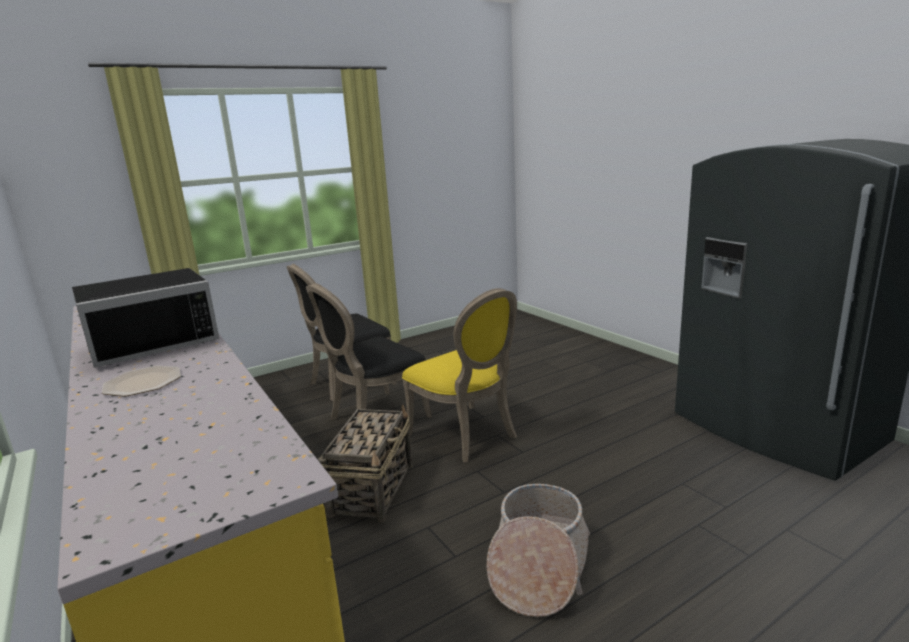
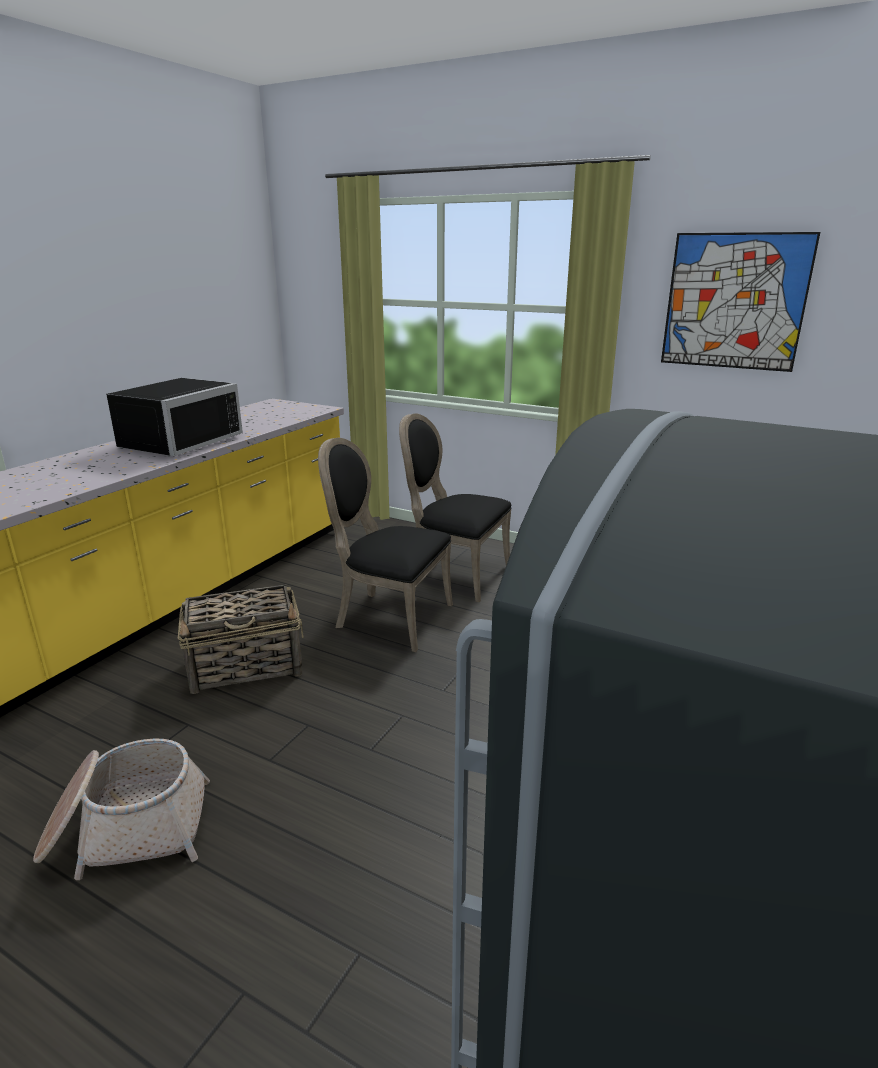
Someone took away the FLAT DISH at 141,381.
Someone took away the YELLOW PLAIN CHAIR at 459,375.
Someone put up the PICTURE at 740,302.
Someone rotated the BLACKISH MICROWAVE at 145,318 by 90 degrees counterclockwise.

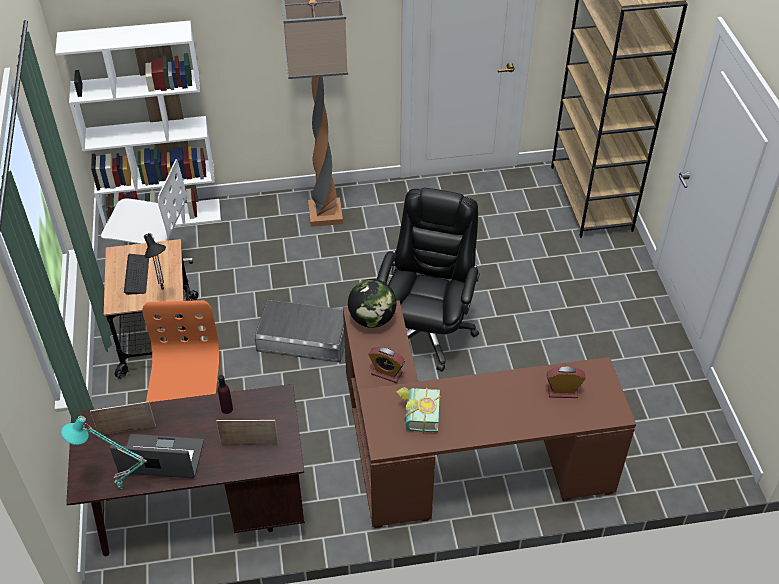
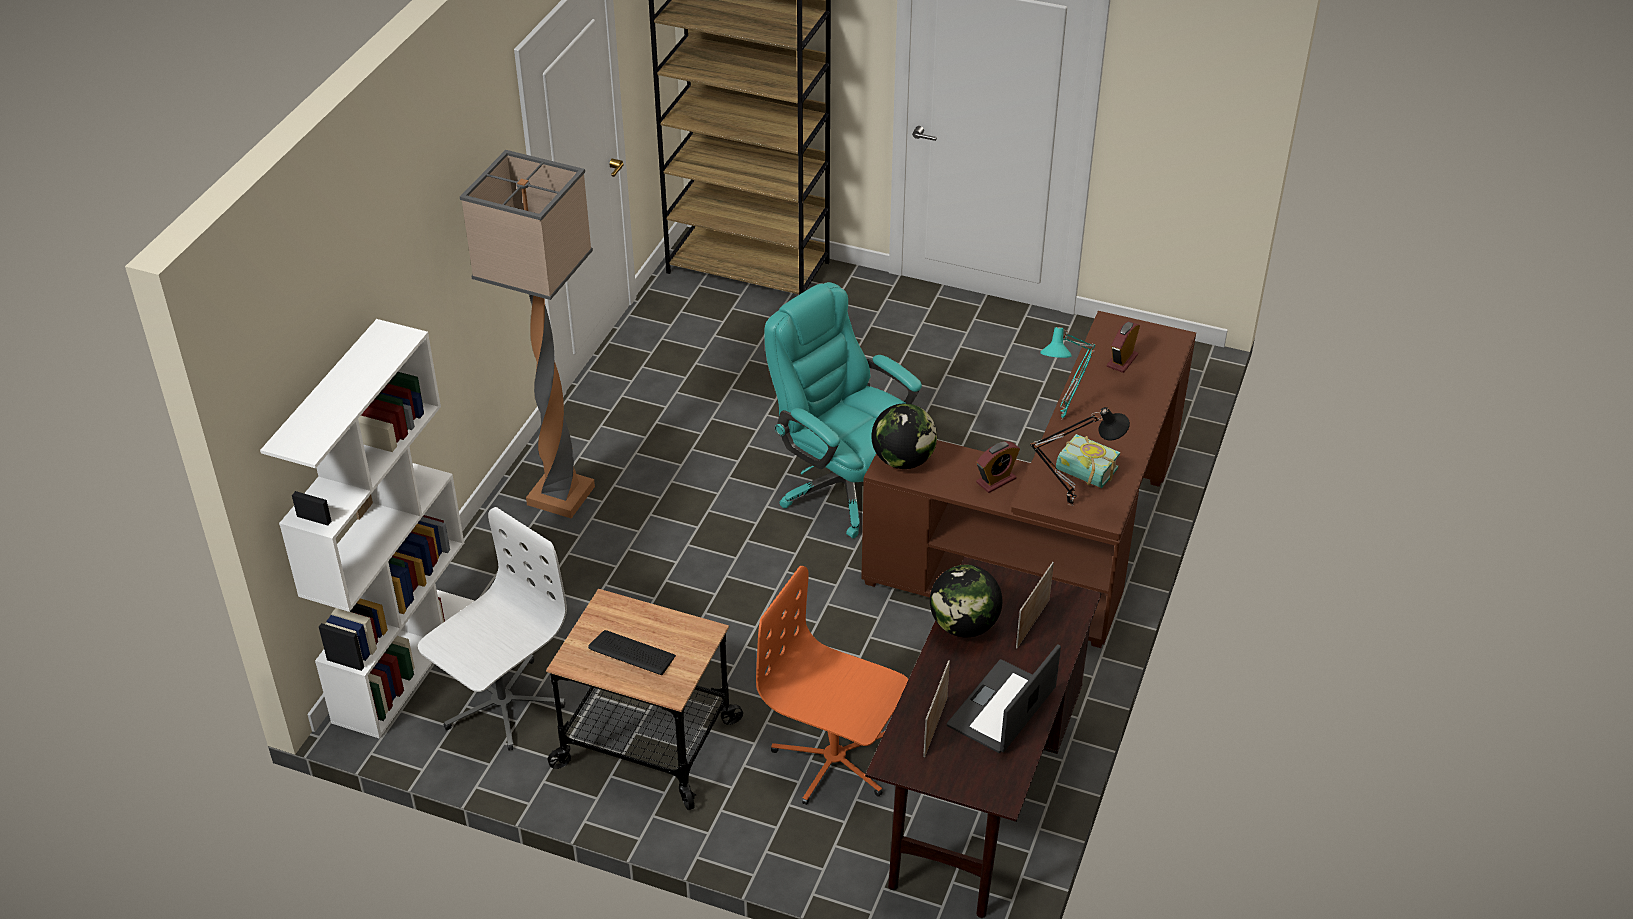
Someone took away the GREY STORAGE CONTAINER at 300,331.
Someone carried the BLUE-GREEN TABLE LAMP from 104,452 to 1068,373.
Someone carried the BLACKISH TABLE LAMP from 155,261 to 1080,456.
Someone swapped the PURPLE BEVERAGE BOTTLE at 225,394 for the GLOBE at 966,601.
Someone repainted the BLACKISH DESK CHAIR at 428,280, which became the BLUE-GREEN DESK CHAIR at 843,410.

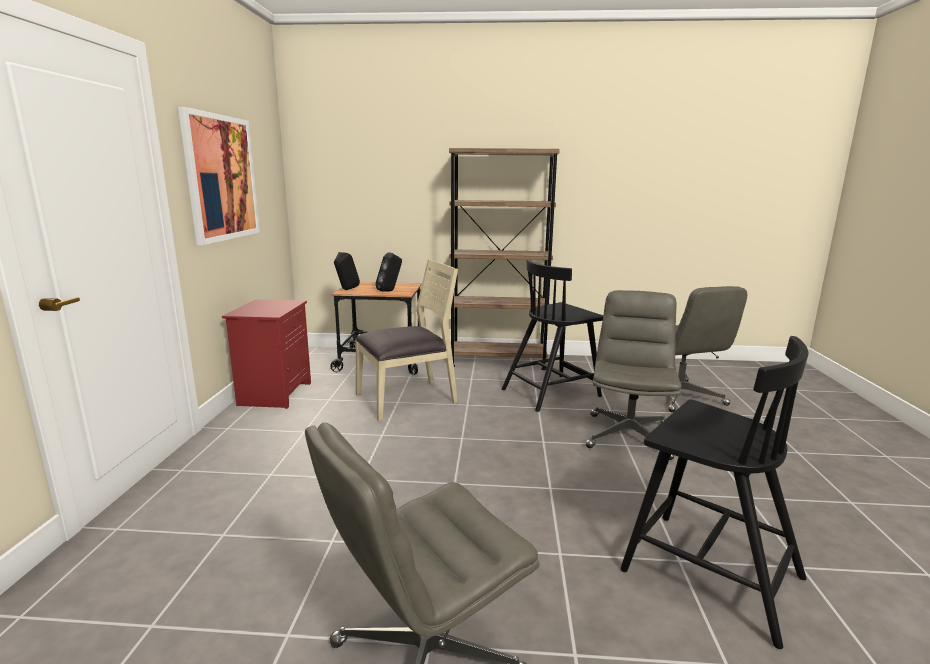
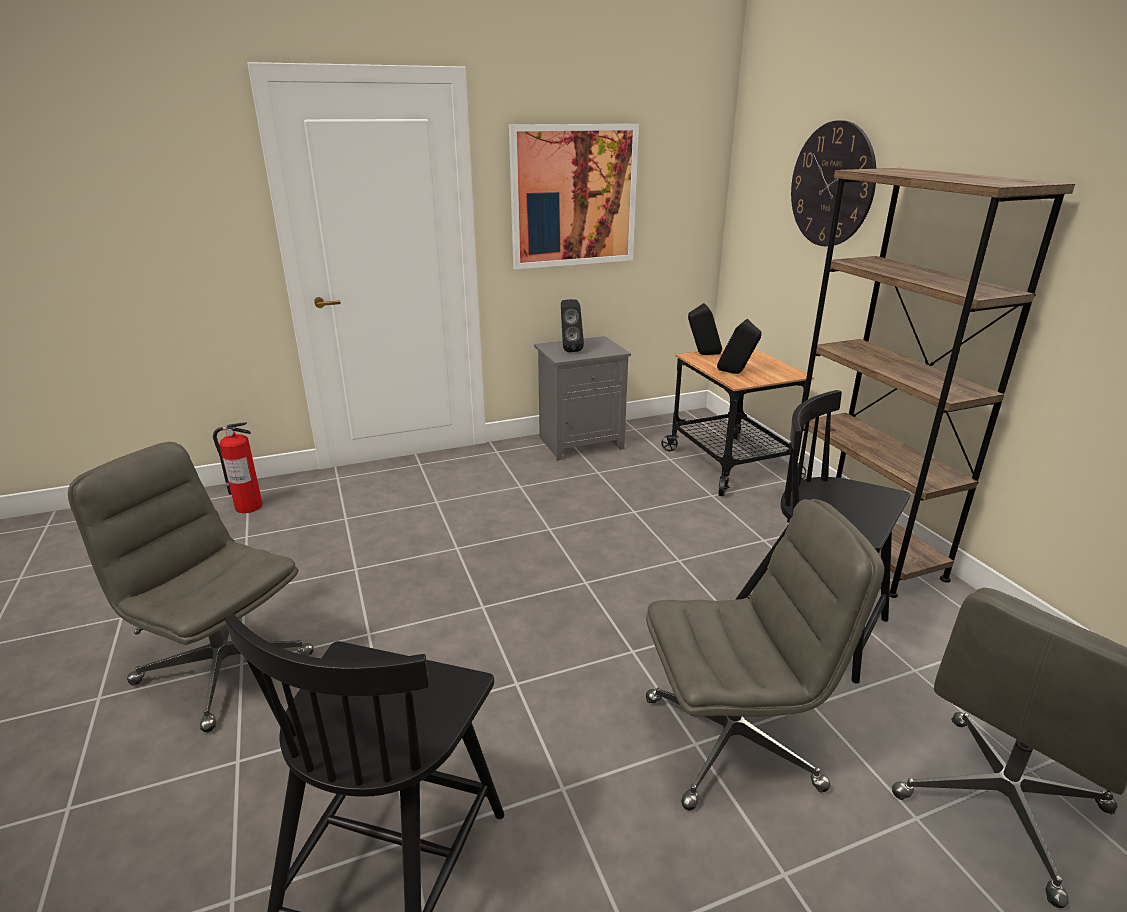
Someone took away the BEIGE PLAIN CHAIR at 406,340.
Someone put down the FIRE EXTINGUISHER at 238,467.
Someone put down the BLACKISH SPEAKER at 572,325.
Someone put up the WALL CLOCK at 833,183.
Someone repainted the RED BEDSIDE TABLE at 266,354, which became the GREY BEDSIDE TABLE at 582,398.

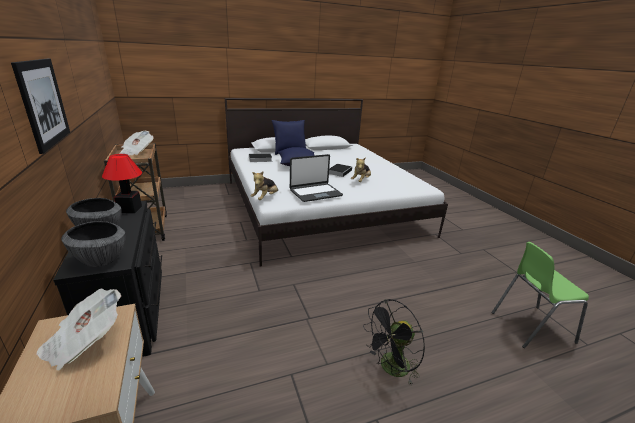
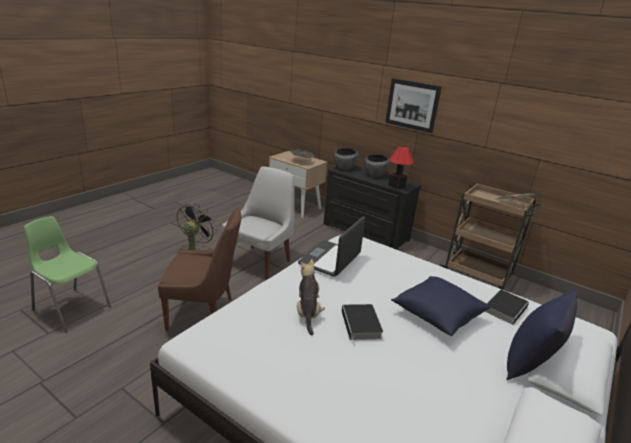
Someone took away the CUDDLY TOY at 264,185.
Someone put down the BROWNISH PLAIN CHAIR at 199,269.
Someone put down the WHITE-COLOURED PLAIN CHAIR at 258,223.
Someone rotated the GREEN-COLOURED PLAIN CHAIR at 540,295 by 105 degrees counterclockwise.

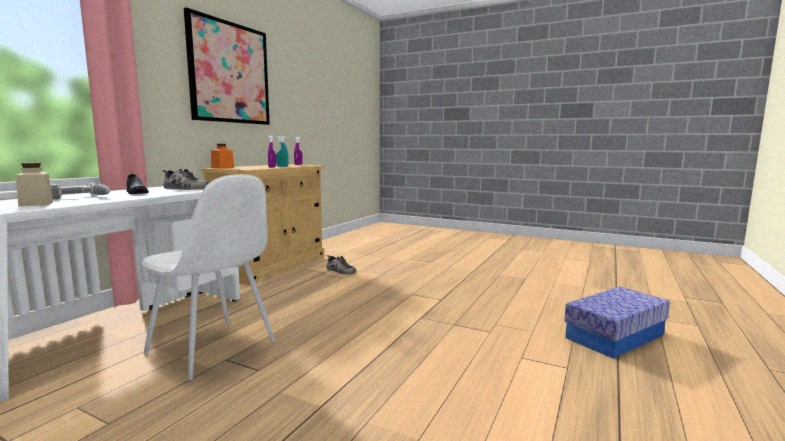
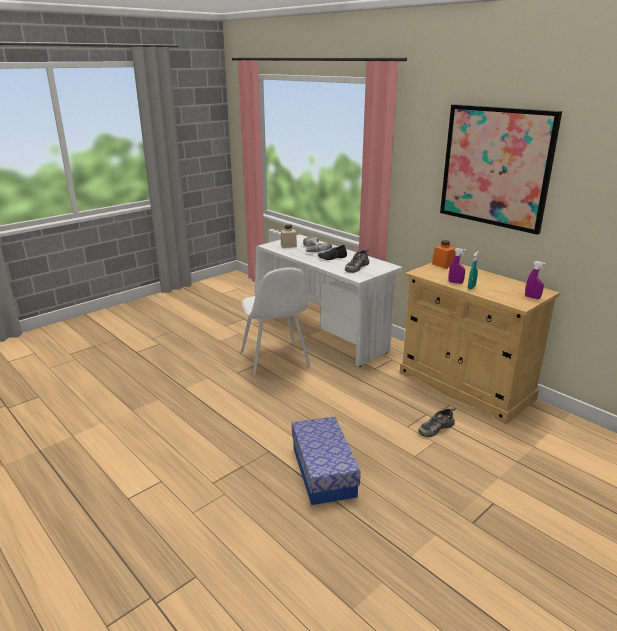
Someone carried the STORAGE CONTAINER from 617,323 to 326,460.
Someone rotated the WHITE-COLOURED PLAIN CHAIR at 208,277 by 75 degrees counterclockwise.

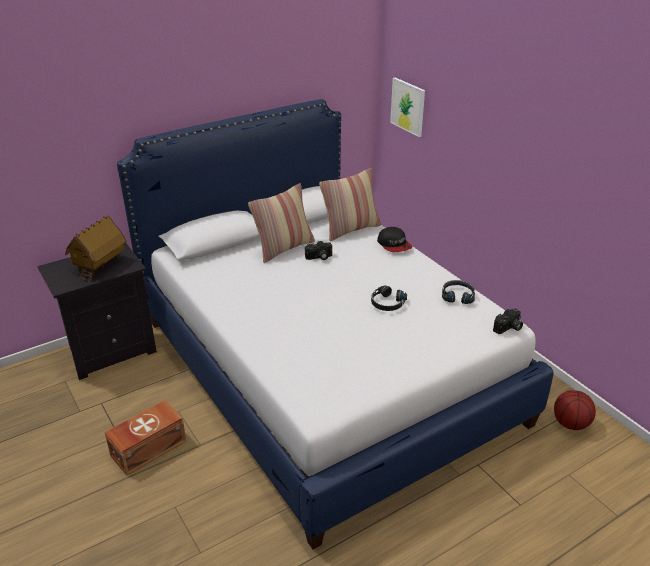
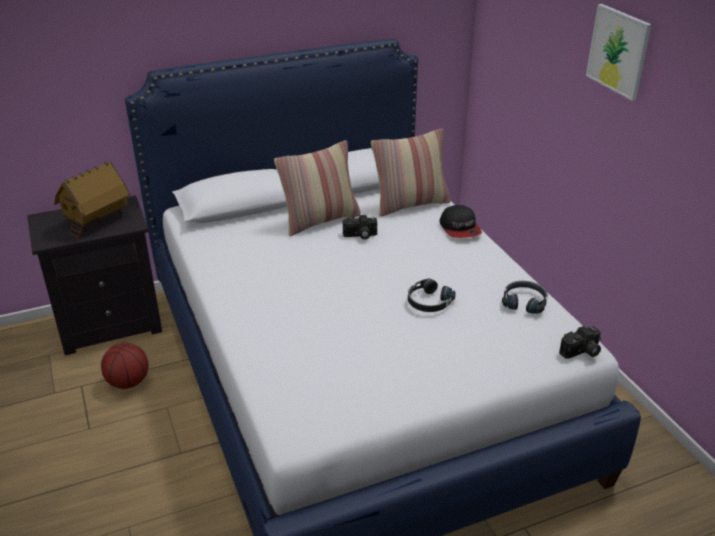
Someone took away the BROWNISH STORAGE CONTAINER at 145,438.
Someone carried the PICTURE from 407,107 to 619,52.
Someone carried the BASKETBALL from 575,410 to 125,366.

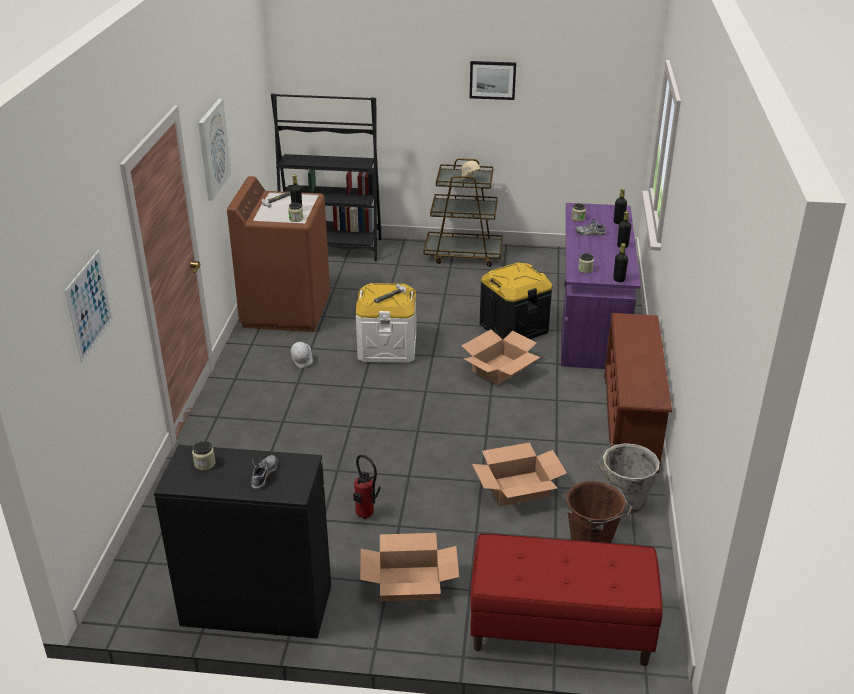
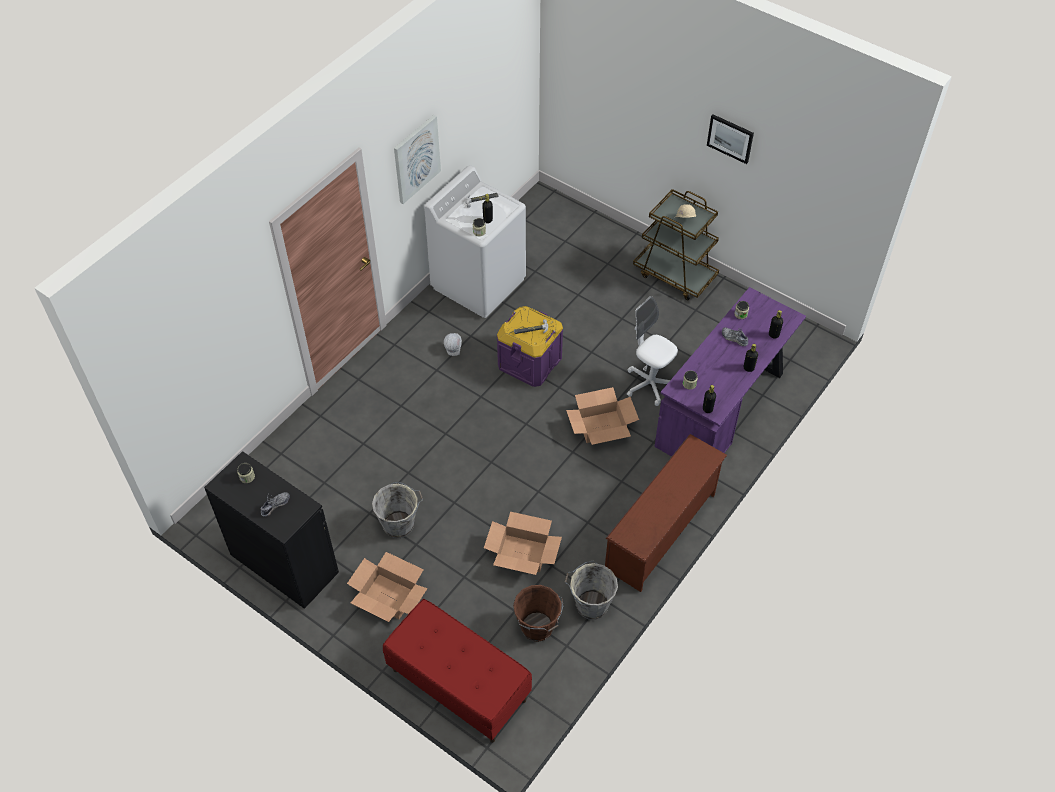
Someone took away the PICTURE at 89,306.
Someone took away the BLACKISH BOOKCASE at 326,177.
Someone swapped the FIRE EXTINGUISHER at 366,487 for the GREY BUCKET at 397,510.
Someone swapped the BLACKISH STORAGE CONTAINER at 516,300 for the WHITE-COLOURED DESK CHAIR at 652,351.
Someone repainted the BROWNISH LAUNDRY APPLIANCE at 278,254, which became the WHITE-COLOURED LAUNDRY APPLIANCE at 475,241.
Someone repainted the WHITE-COLOURED STORAGE CONTAINER at 386,323, which became the PURPLE STORAGE CONTAINER at 530,346.

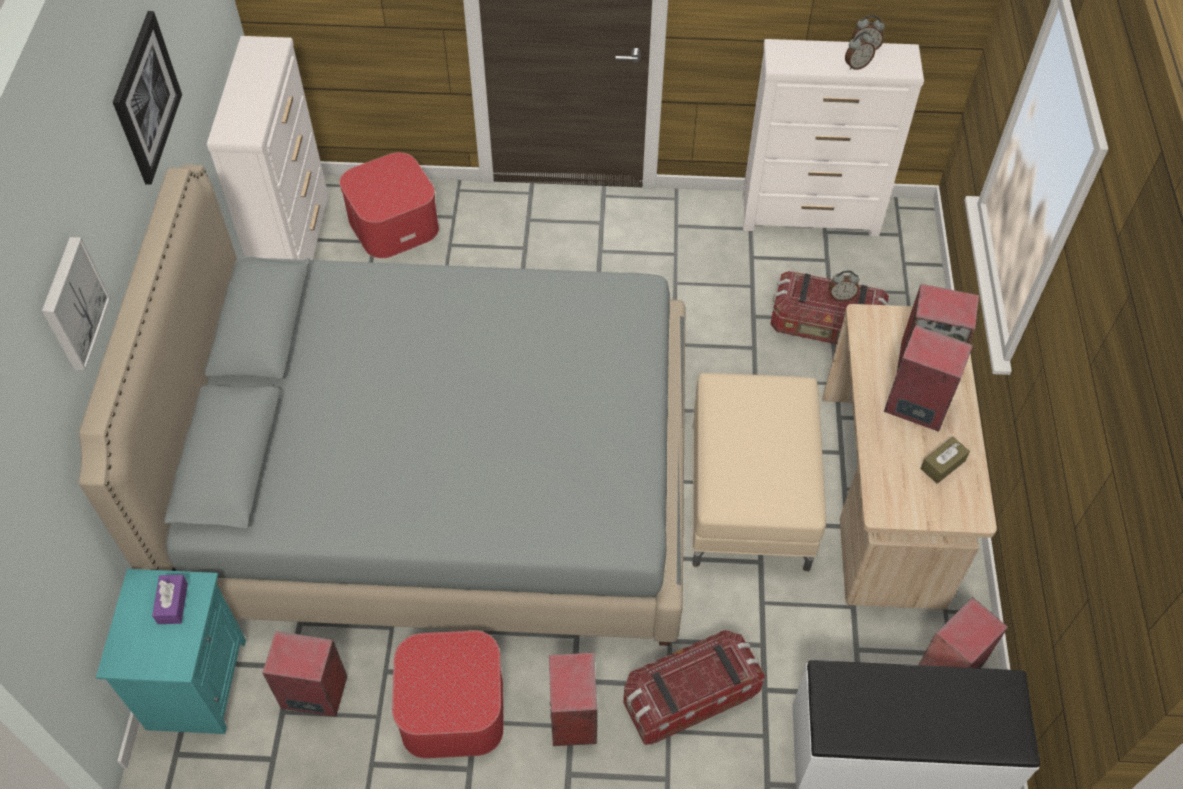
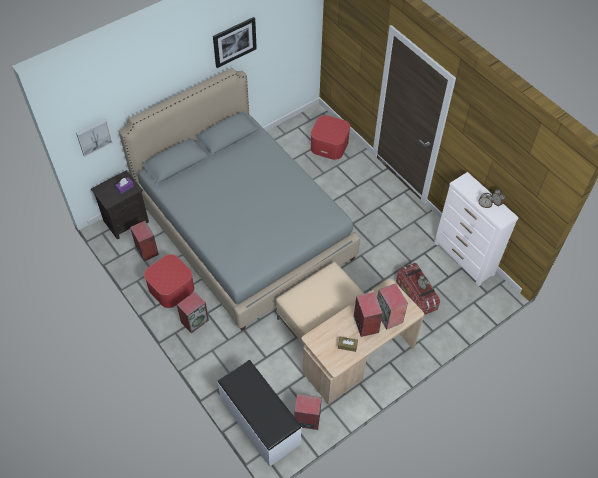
Someone took away the WHITE-COLOURED DRAWER CHEST at 268,148.
Someone took away the STORAGE CONTAINER at 694,687.
Someone carried the PICTURE from 75,303 to 94,138.
Someone repainted the BLUE-GREEN BEDSIDE TABLE at 171,651, which became the BLACKISH BEDSIDE TABLE at 120,205.

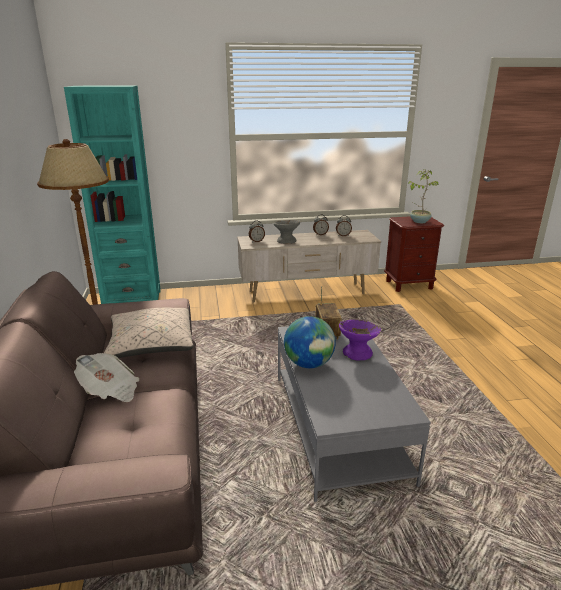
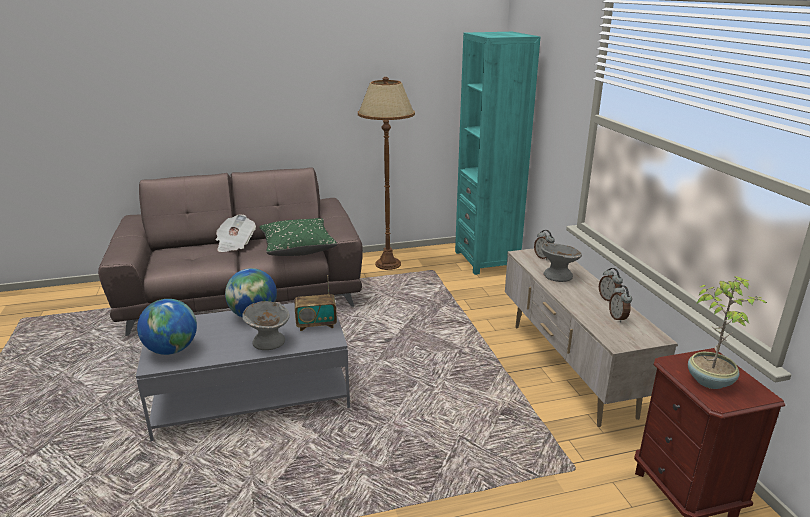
Someone put down the GLOBE at 167,327.
Someone repainted the BEIGE PILLOW at 149,333, which became the GREEN-COLOURED PILLOW at 298,237.
Someone repainted the PURPLE BOWL at 360,340, which became the GREY BOWL at 266,325.

